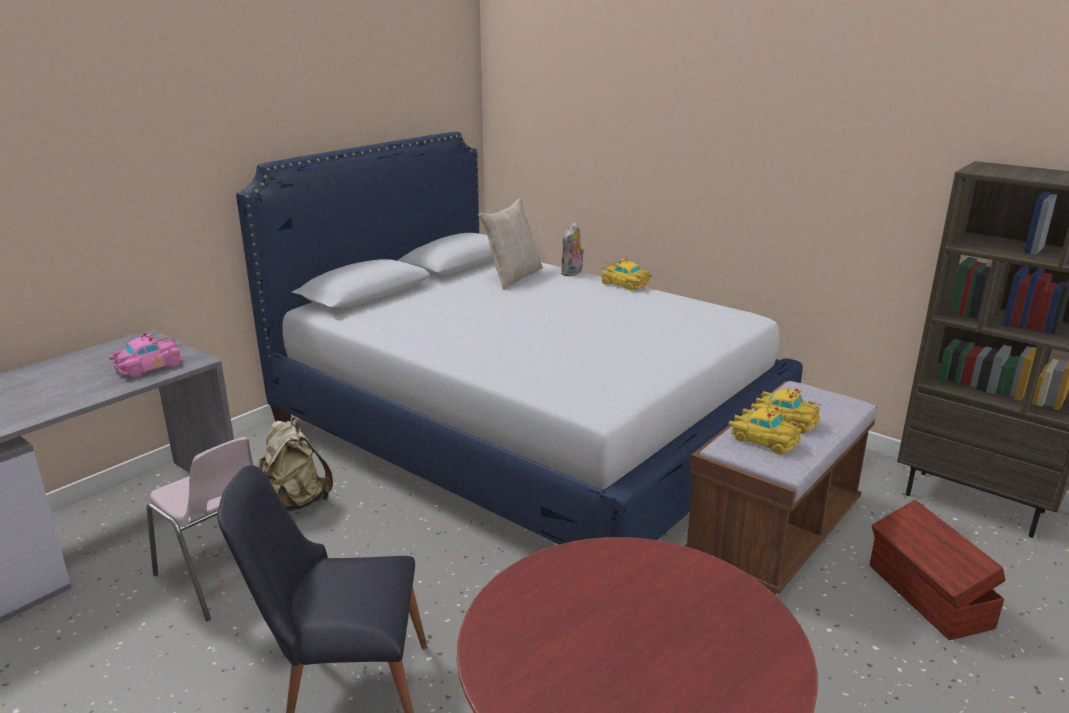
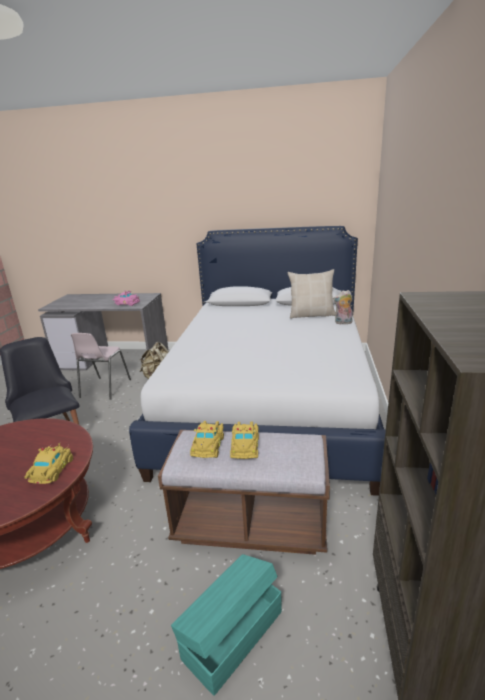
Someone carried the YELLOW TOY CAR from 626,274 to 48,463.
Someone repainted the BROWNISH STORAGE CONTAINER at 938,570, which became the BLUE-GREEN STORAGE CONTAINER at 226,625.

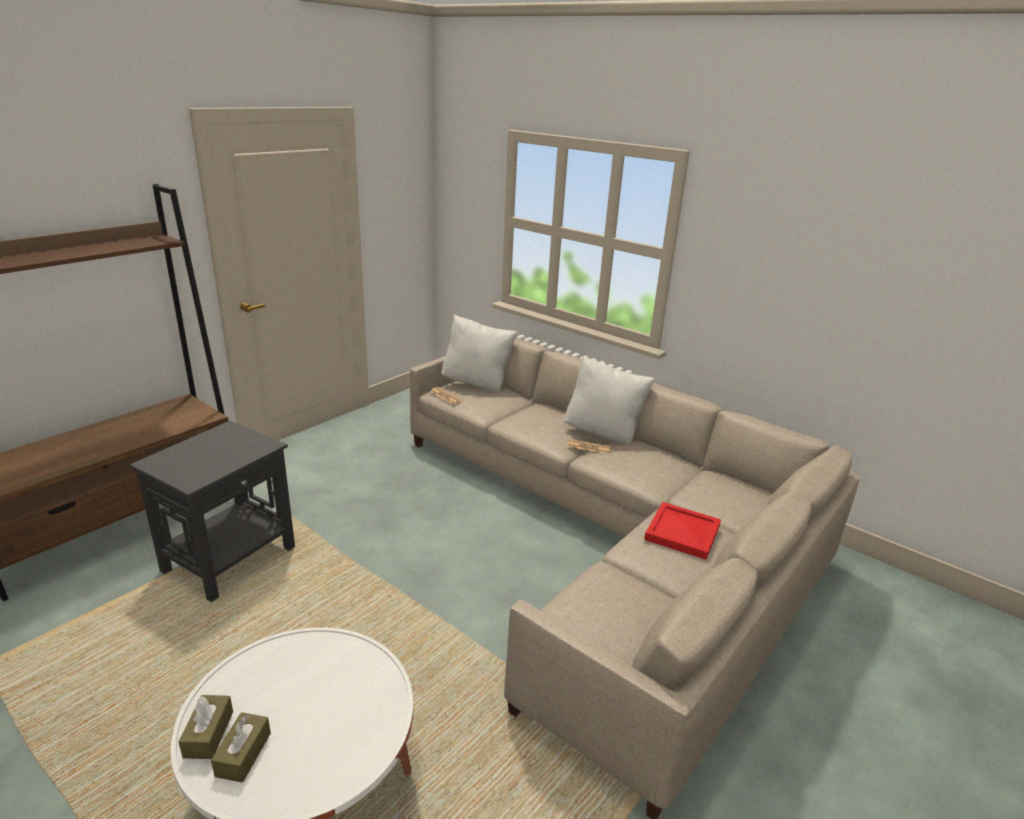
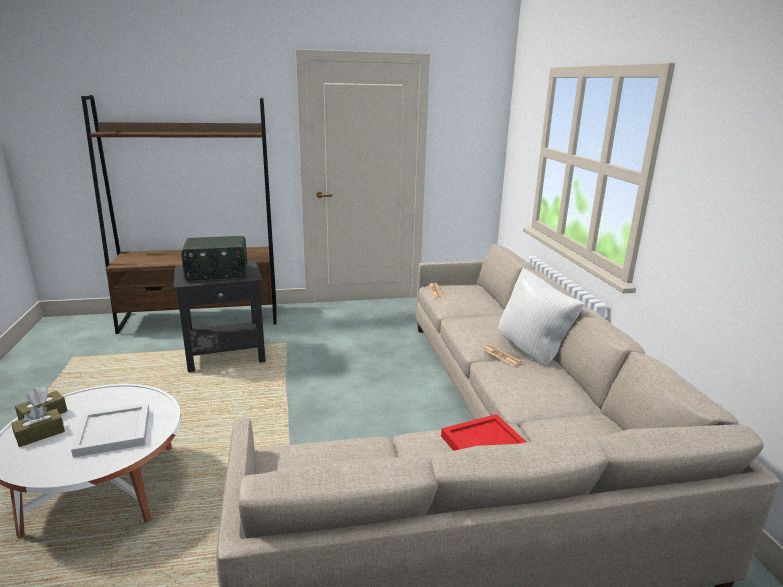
Someone took away the WHITE-COLOURED PILLOW at 479,353.
Someone put down the WHITE-COLOURED TRAY at 110,430.
Someone put down the RADIO at 214,259.

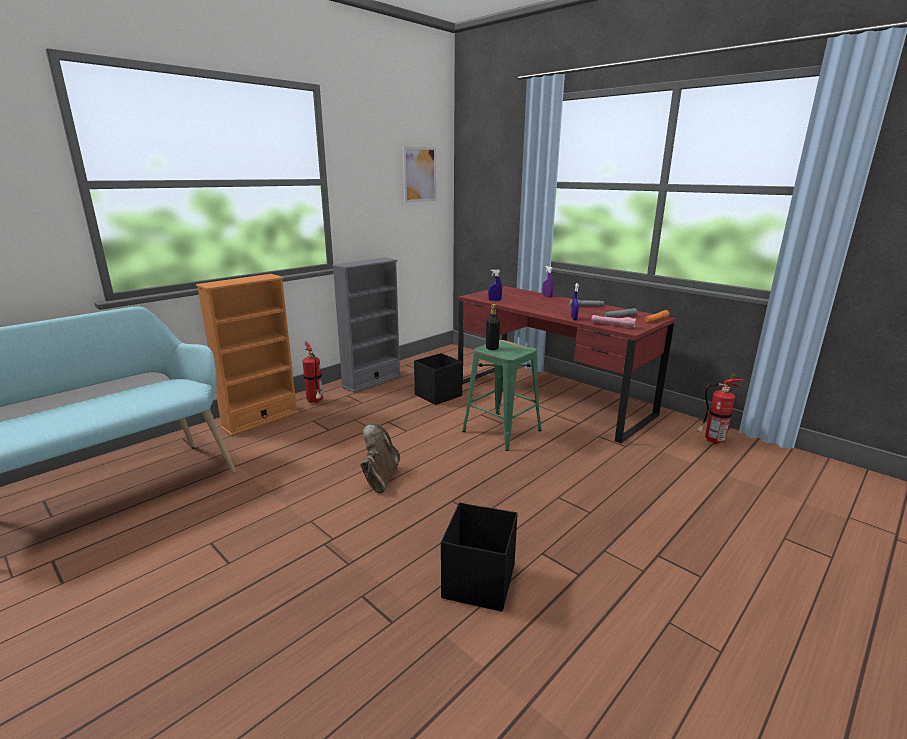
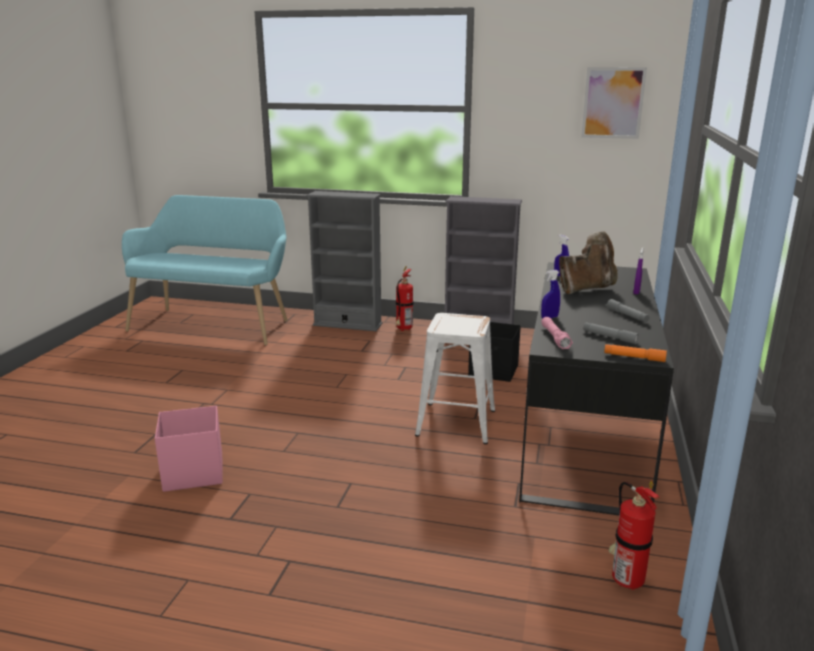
Someone took away the BLACKISH BEVERAGE BOTTLE at 493,327.
Someone carried the BROWNISH BOOT from 380,457 to 588,262.
Someone repainted the ORANGE BOOKCASE at 247,355, which became the GREY BOOKCASE at 344,261.
Someone repainted the BLACKISH STORAGE CONTAINER at 479,557, which became the PINK STORAGE CONTAINER at 189,449.
Someone repainted the RED DESK at 566,365, which became the BLACKISH DESK at 596,388.
Someone repainted the GREEN-COLOURED STOOL SEAT at 502,395, which became the WHITE-COLOURED STOOL SEAT at 455,378.

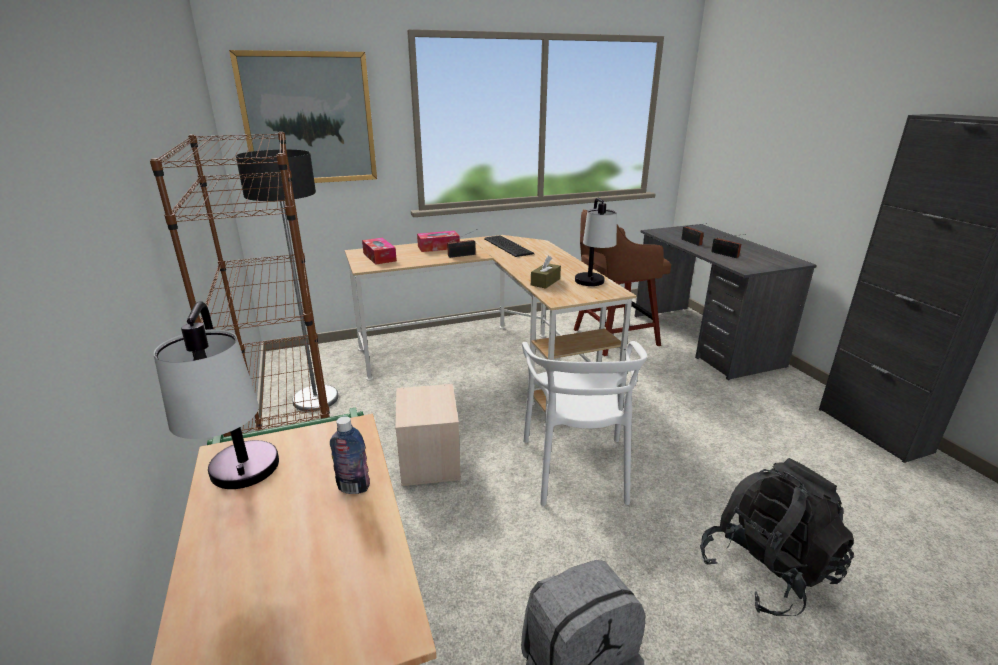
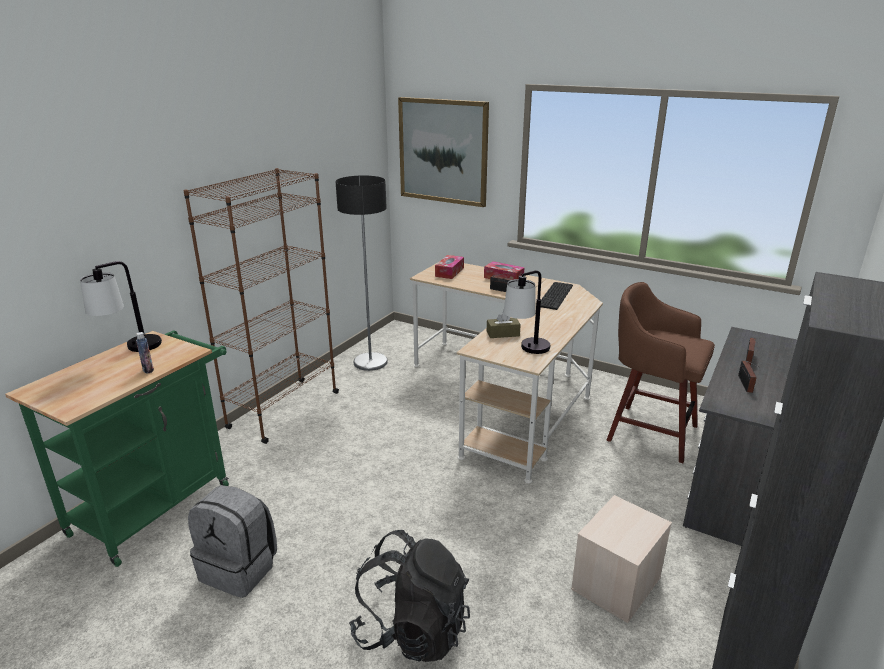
Someone took away the WHITE-COLOURED PLAIN CHAIR at 584,423.
Someone carried the BEIGE STORAGE CONTAINER from 428,435 to 621,559.

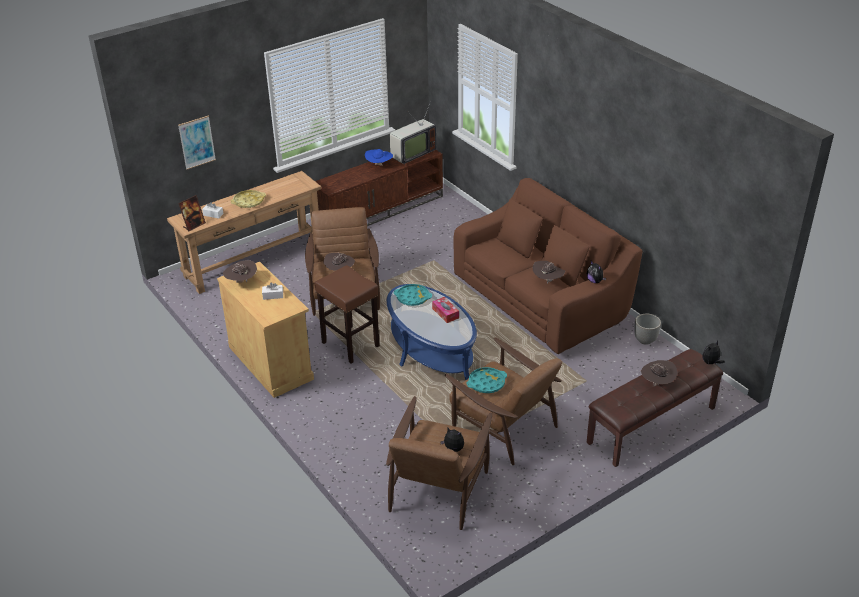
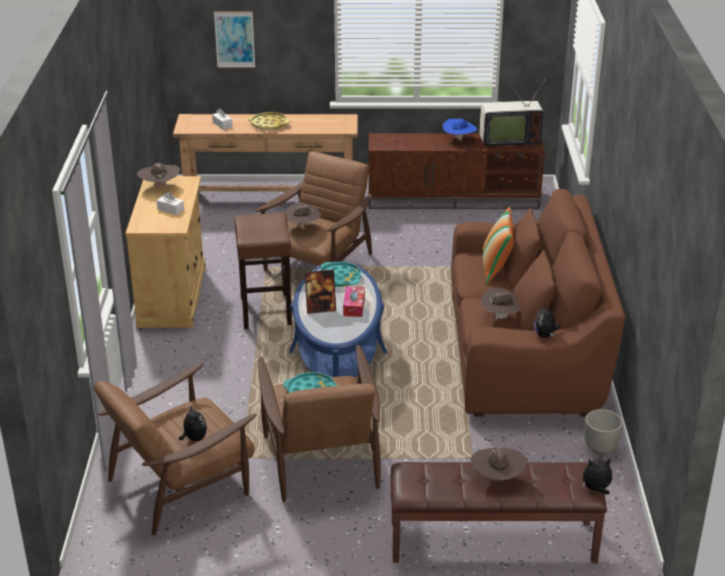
Someone put down the PILLOW at 498,245.
Someone carried the STANDING FRAME from 192,213 to 320,291.

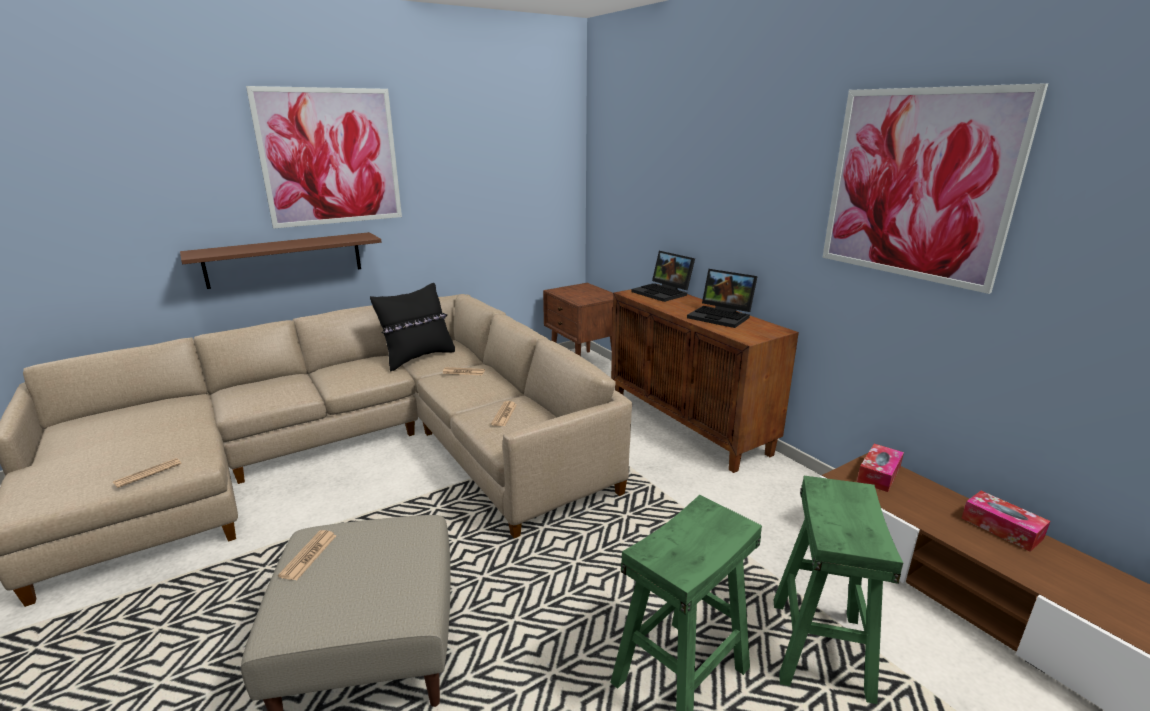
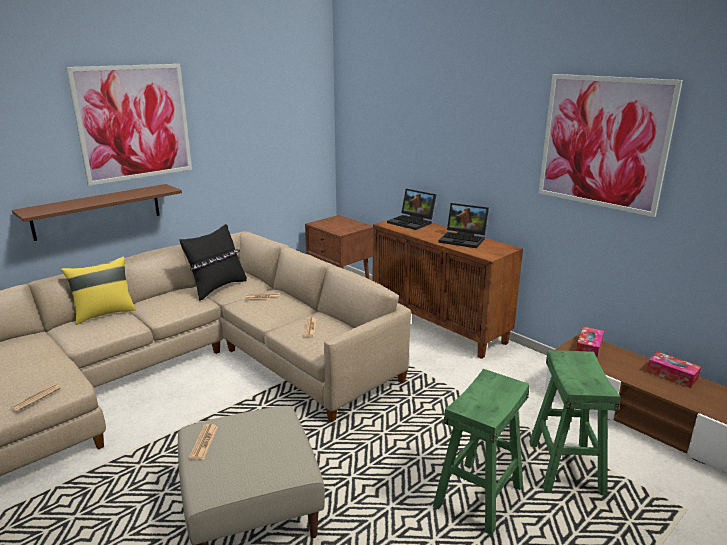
Someone put down the YELLOW PILLOW at 98,290.

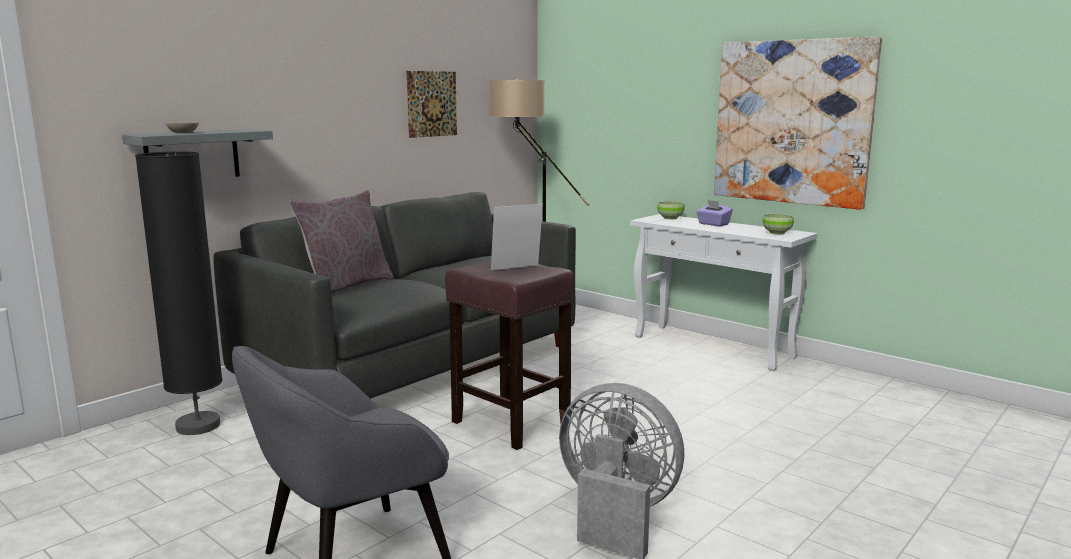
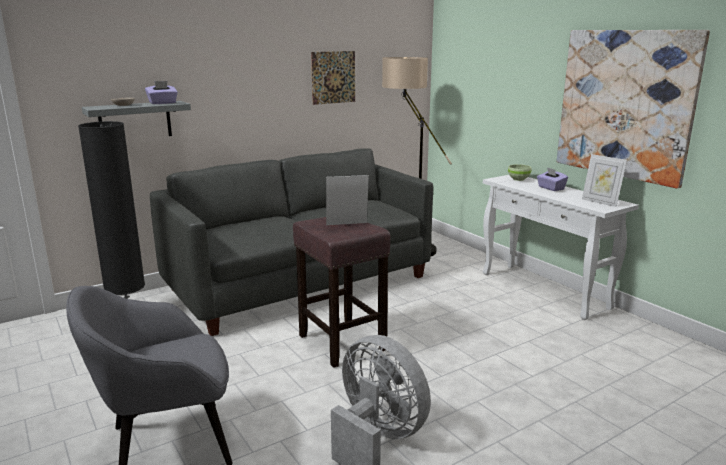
Someone took away the GREY PILLOW at 341,241.
Someone put down the PURPLE BOX OF TISSUES at 161,92.
Someone swapped the GREEN-COLOURED BOWL at 778,224 for the STANDING FRAME at 604,180.

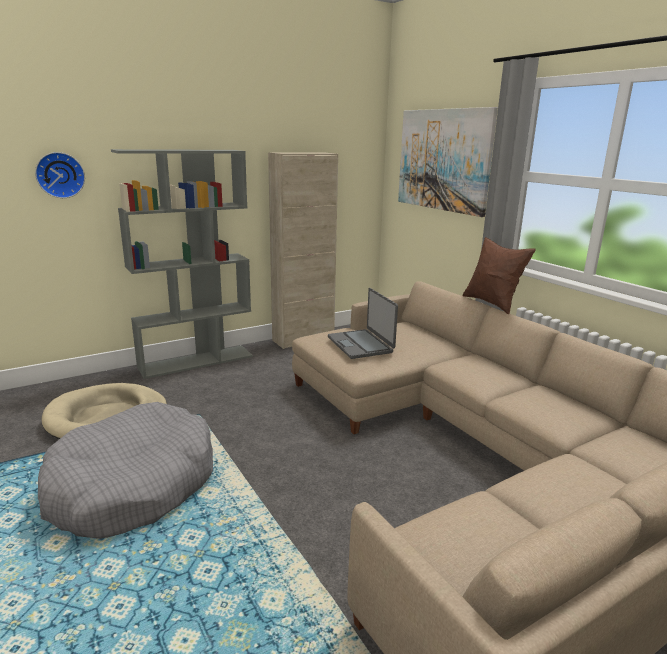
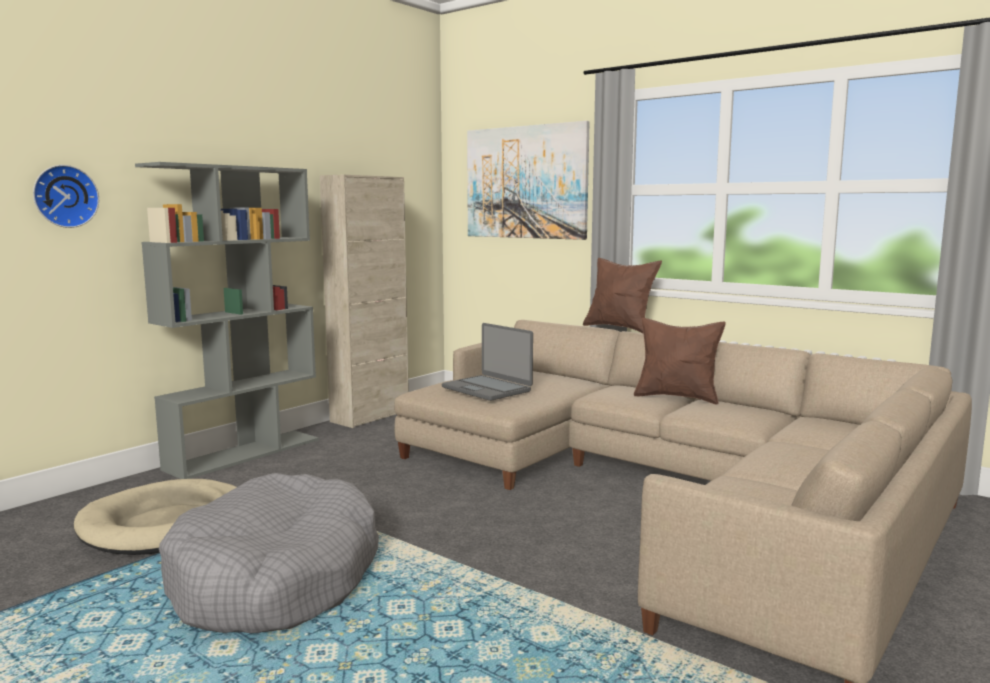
Someone put down the BROWNISH PILLOW at 680,361.

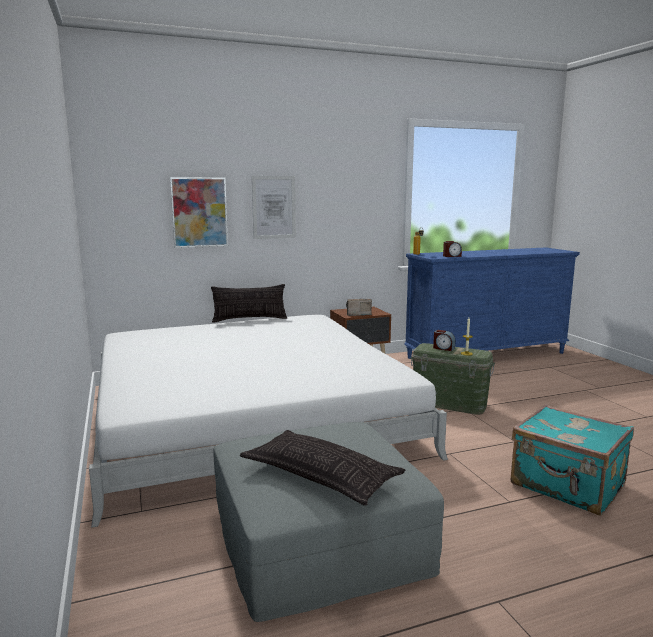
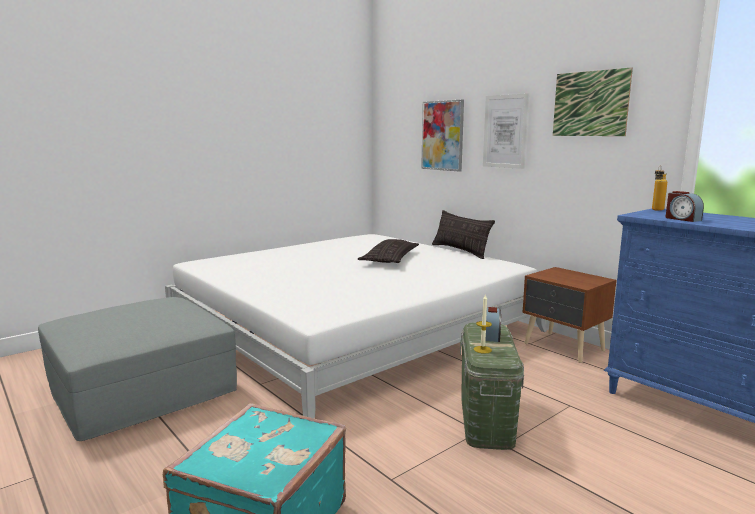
Someone took away the RADIO at 359,307.
Someone put up the PICTURE at 593,101.
Someone carried the PILLOW from 322,468 to 388,251.

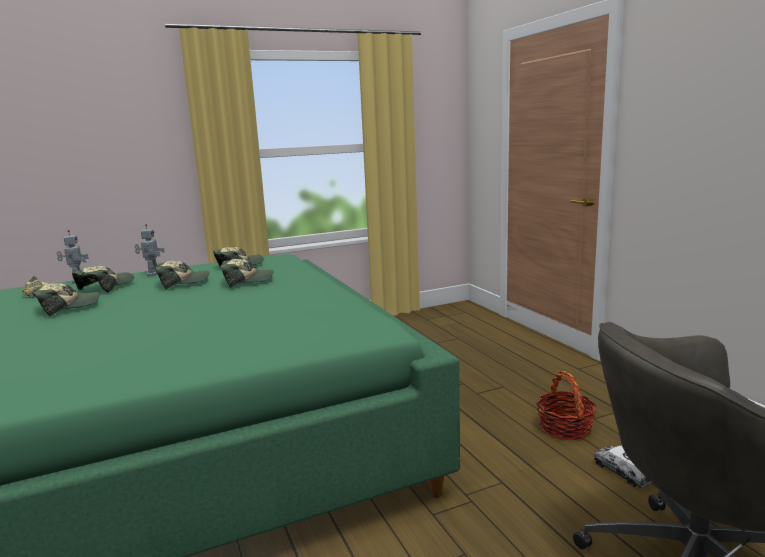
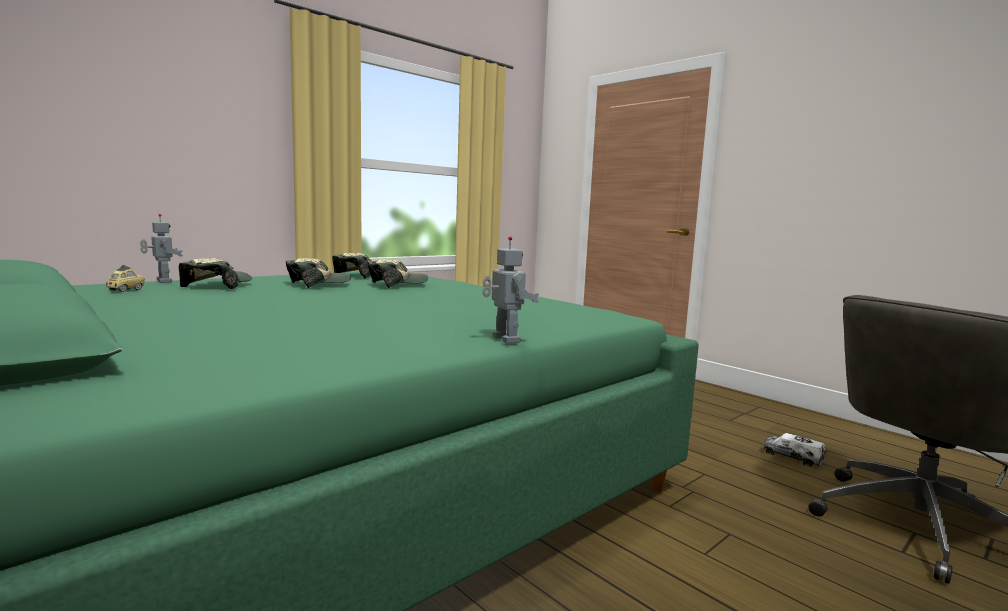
Someone took away the BASEBALL CAP at 65,300.
Someone took away the BASKET at 566,405.
Someone carried the MODEL ROBOT from 150,250 to 510,290.

